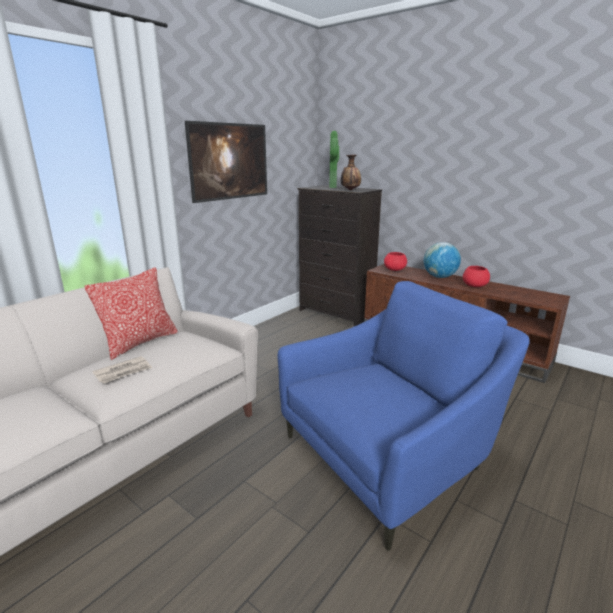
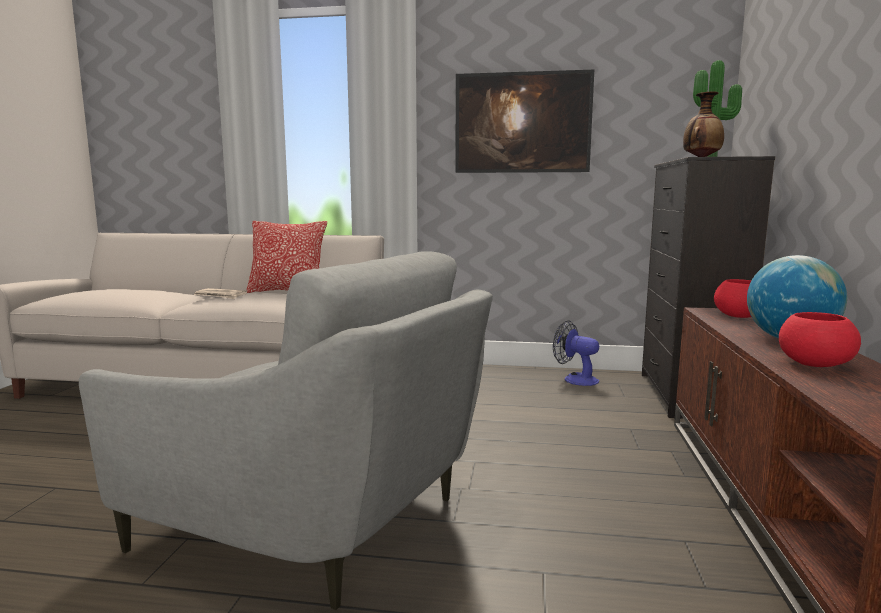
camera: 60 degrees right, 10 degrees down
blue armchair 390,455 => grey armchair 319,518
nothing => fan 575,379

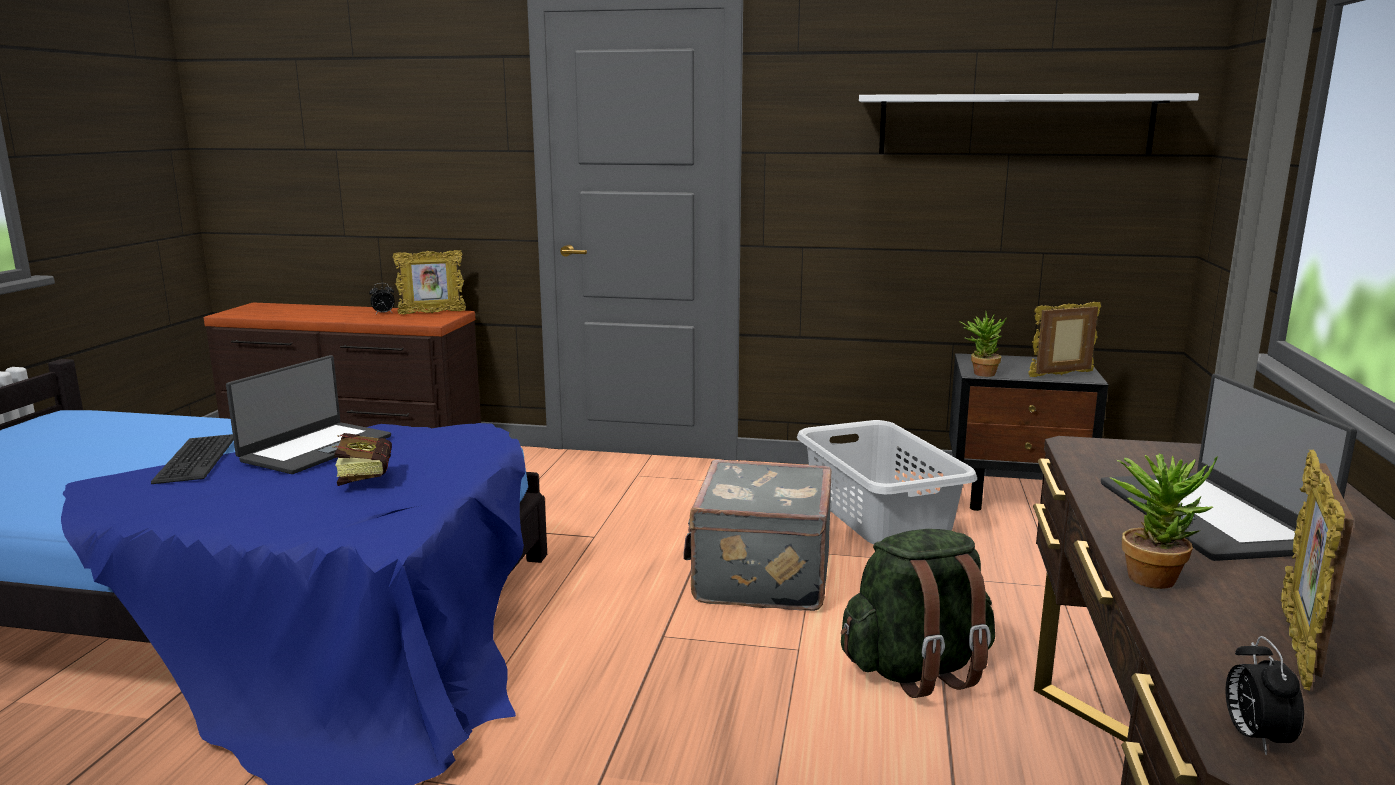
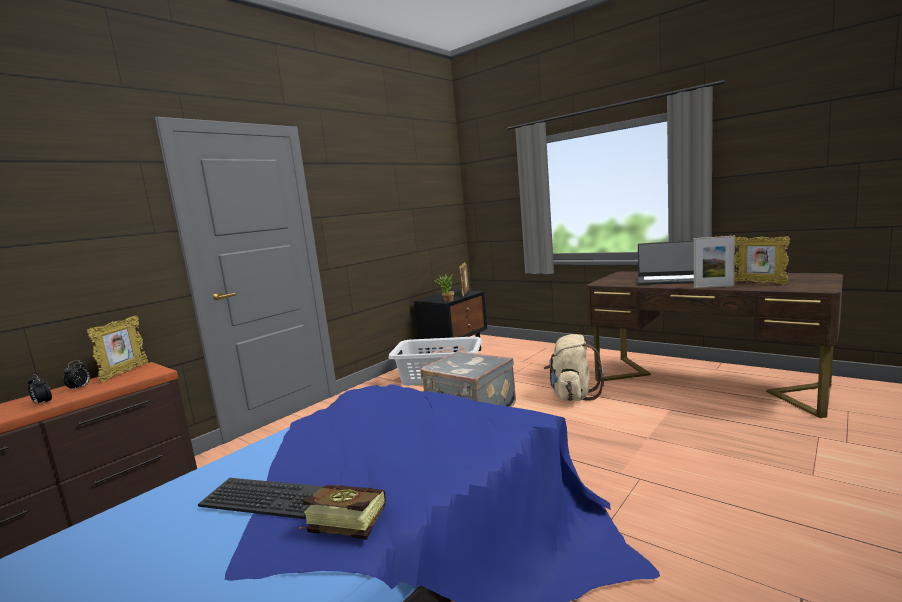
camera: 60 degrees left, 5 degrees down
white shelf 1014,125 => nothing
laptop 315,448 => nothing
book 366,476 => book 341,525, move
potted plant 1152,574 => picture frame 713,287
green backpack 917,670 => beige backpack 572,396
alarm clock 1254,737 => alarm clock 42,403, move

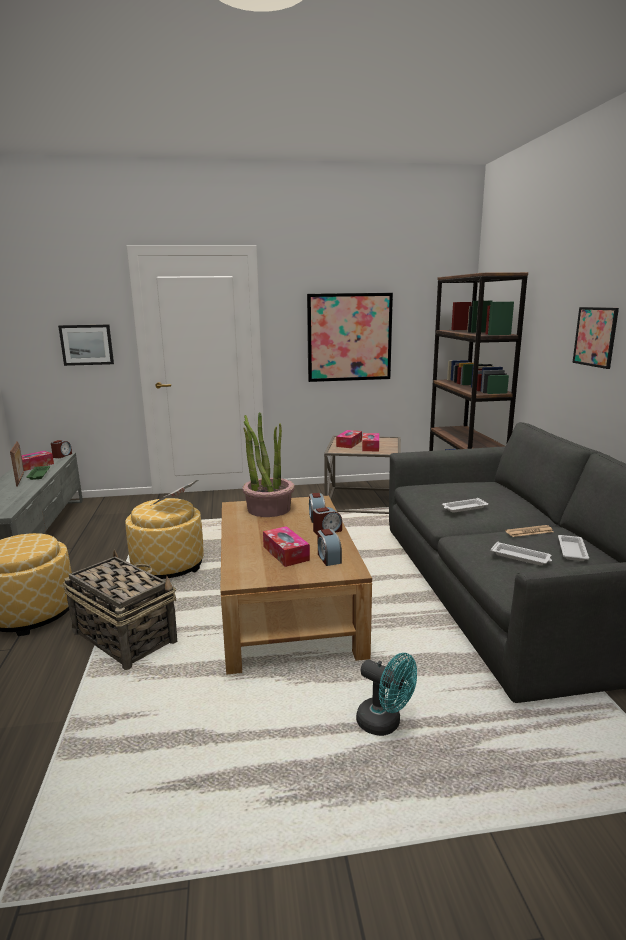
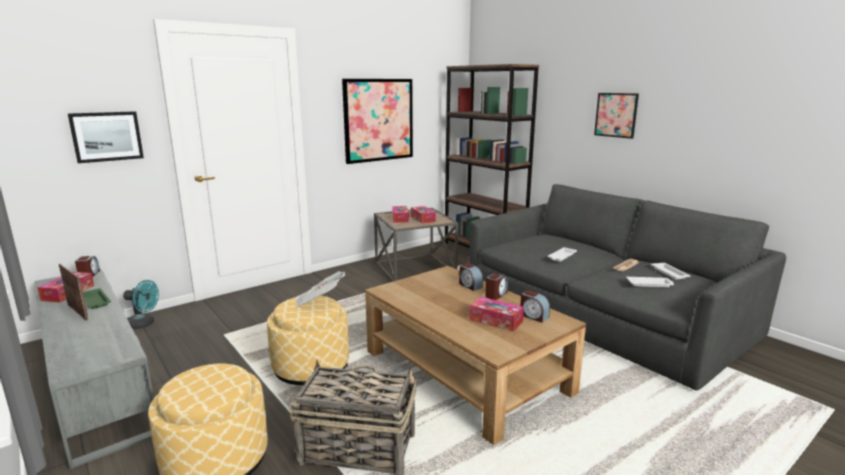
camera: 30 degrees left, 0 degrees up
potted plant 268,509 => nothing
turquoise fan 385,723 => turquoise fan 144,324, move

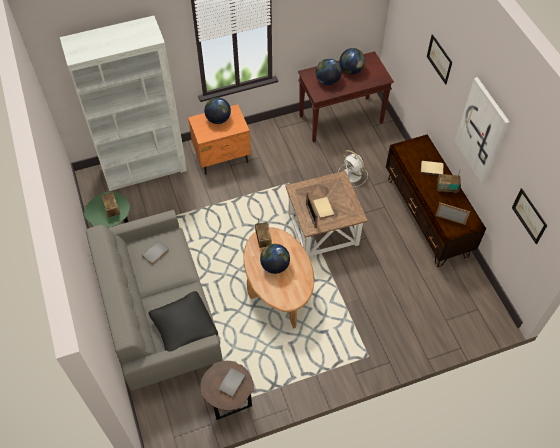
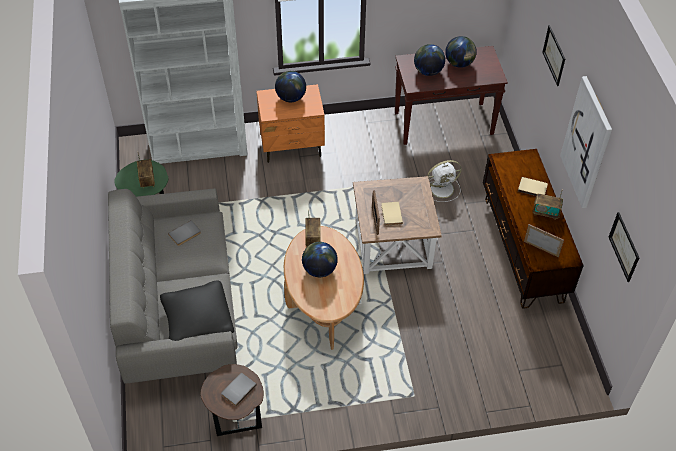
camera: 10 degrees right, 5 degrees down
white fan 352,175 => white fan 443,188, 75 degrees counterclockwise

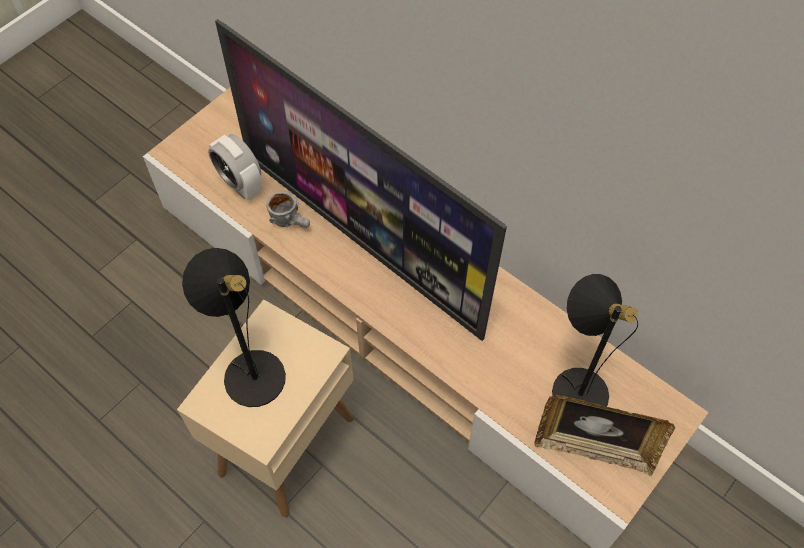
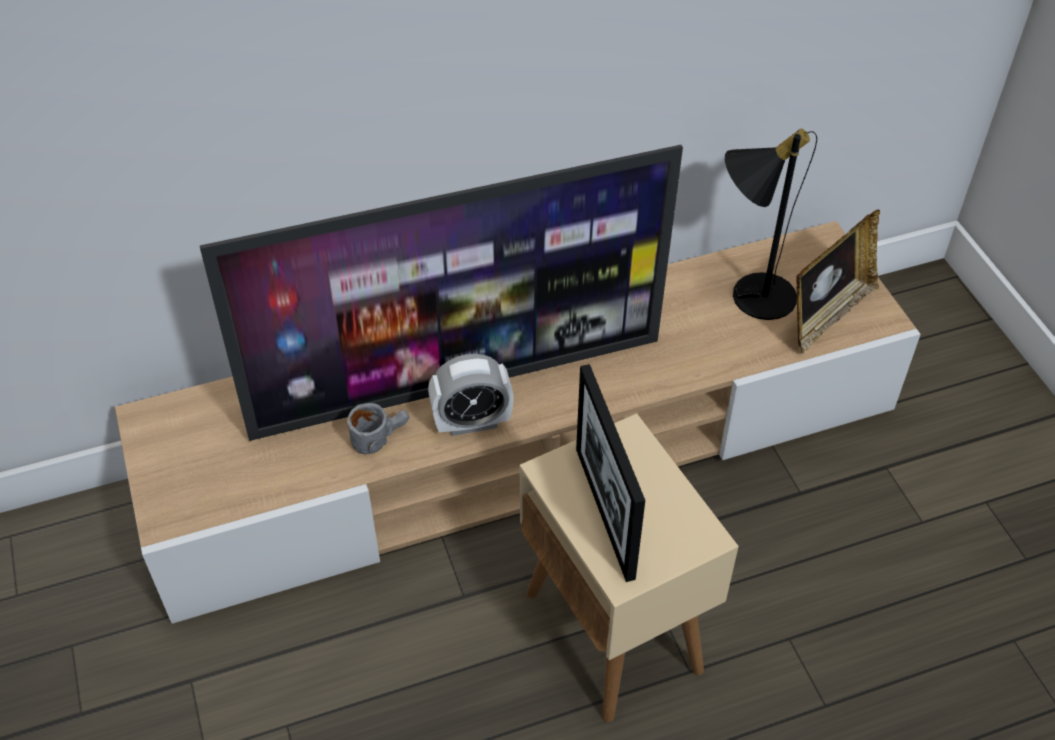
camera: 60 degrees left, 10 degrees down
alarm clock 240,184 => alarm clock 472,422, move
black table lamp 250,367 => picture frame 604,512

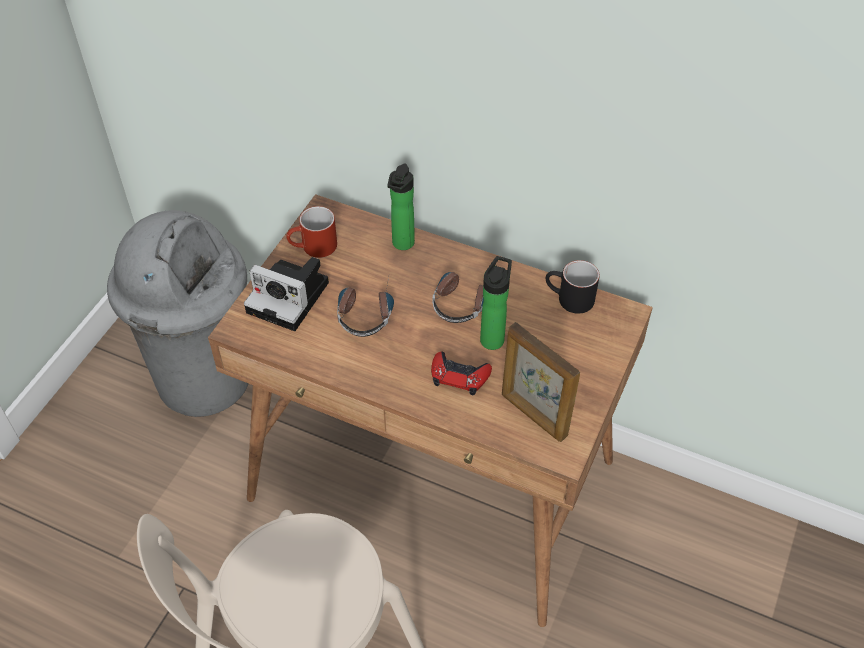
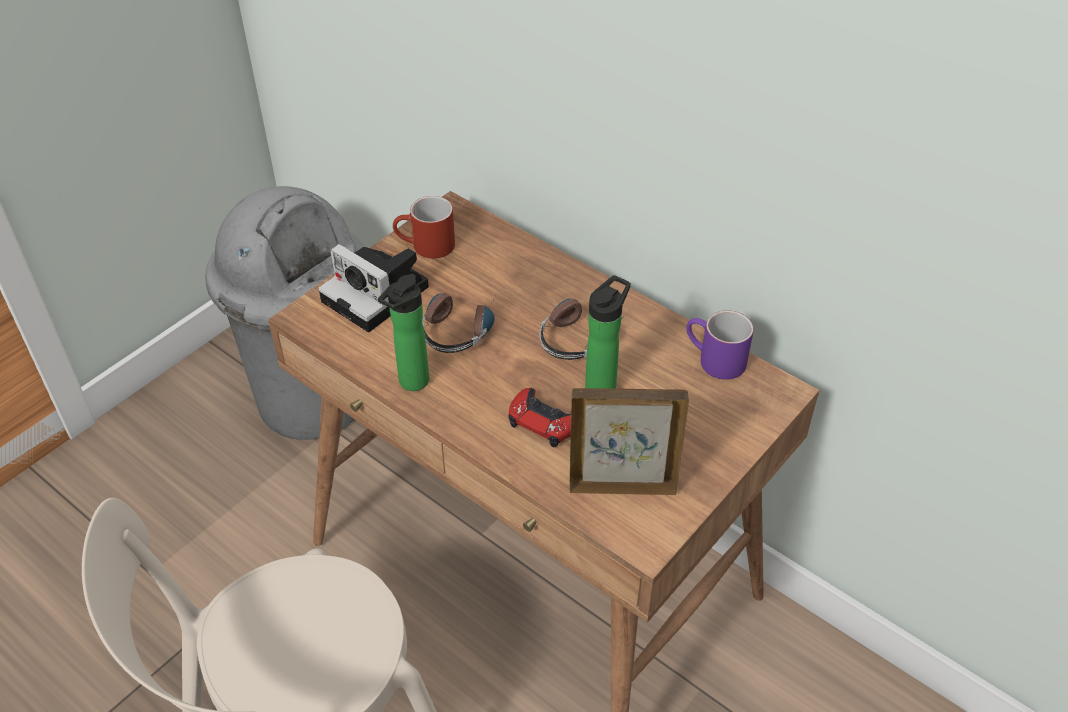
camera: 15 degrees right, 5 degrees down
bottle 402,245 => bottle 411,383, move
black mug 569,299 => purple mug 713,360
picture frame 533,415 => picture frame 621,487, 120 degrees clockwise

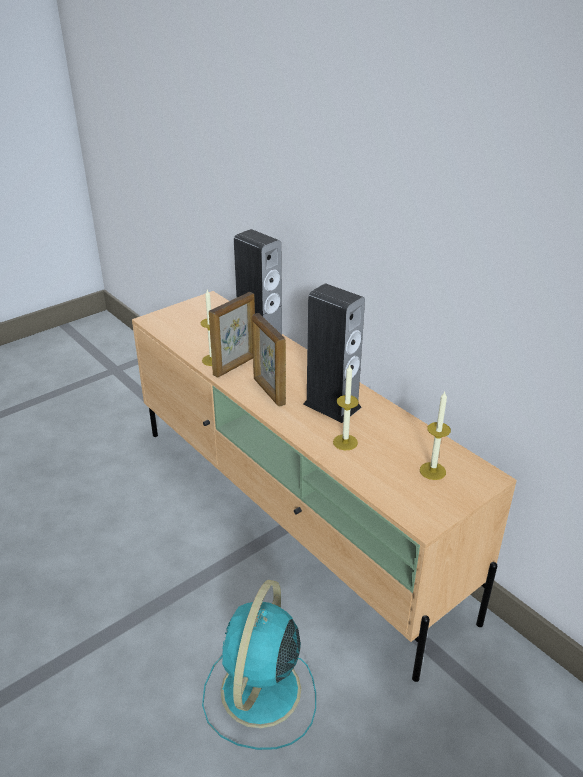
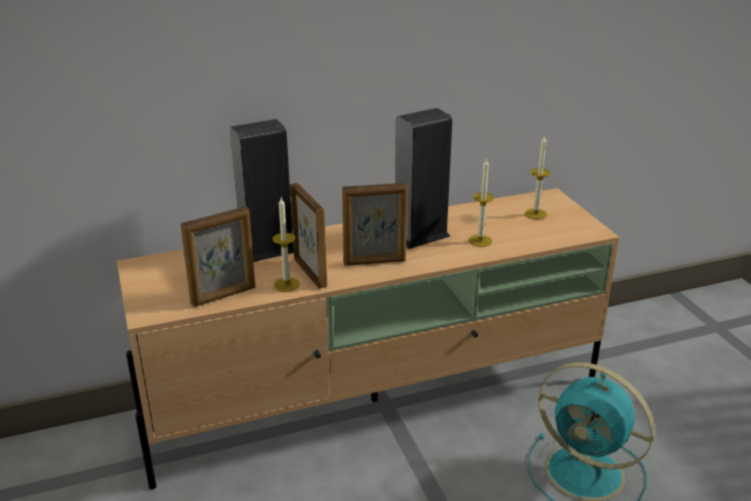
camera: 70 degrees left, 5 degrees down
nothing => picture frame 224,296

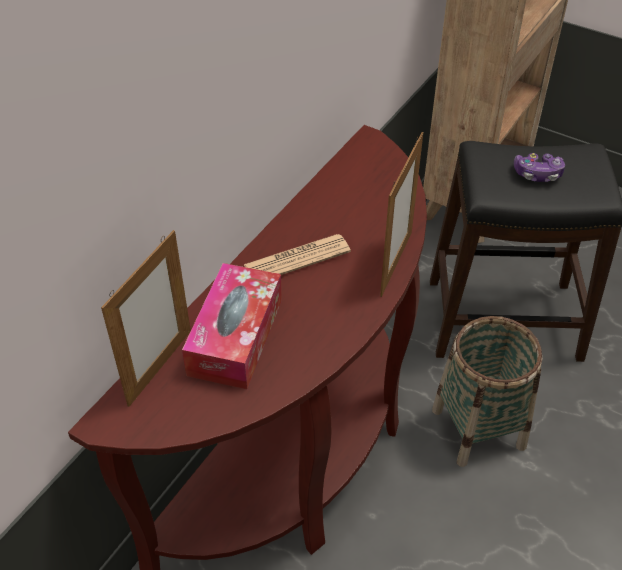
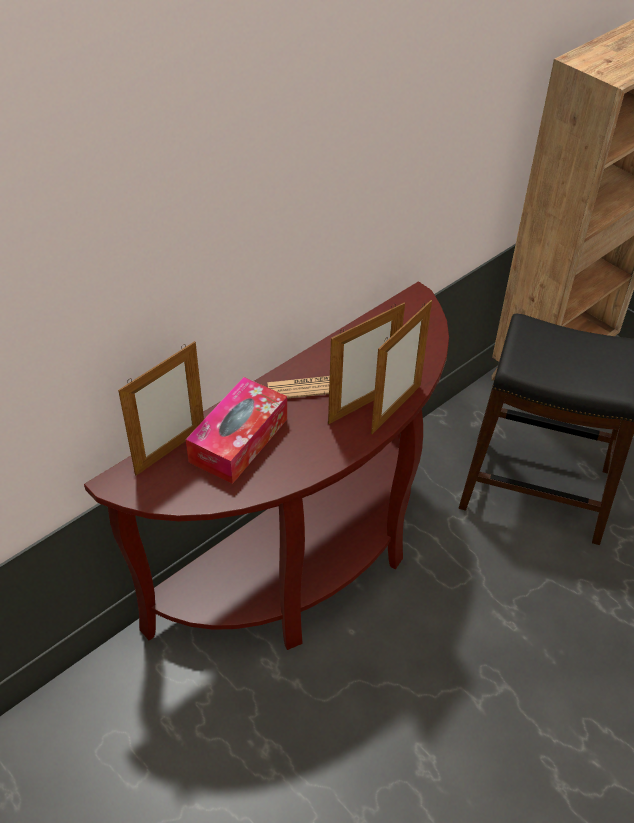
camera: 15 degrees right, 0 degrees up
game controller 537,174 => nothing
basket 478,428 => nothing
nothing => picture frame 362,405

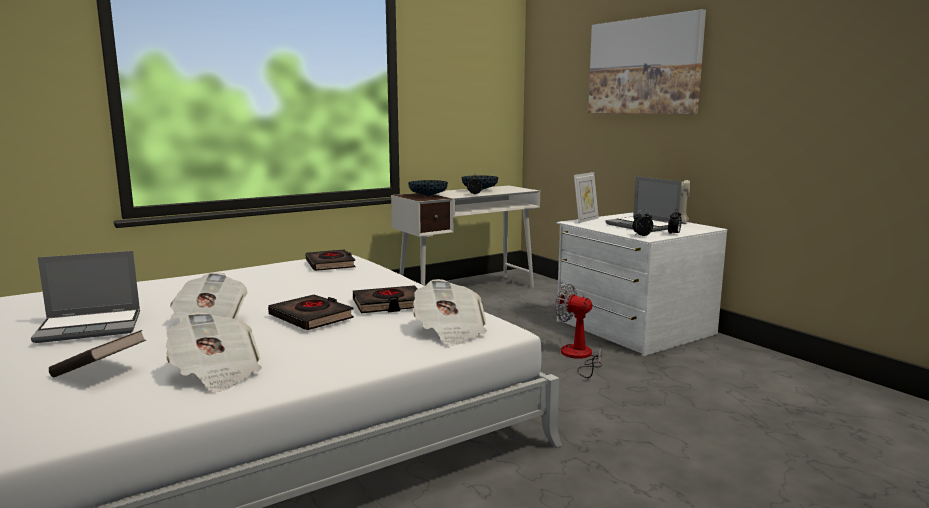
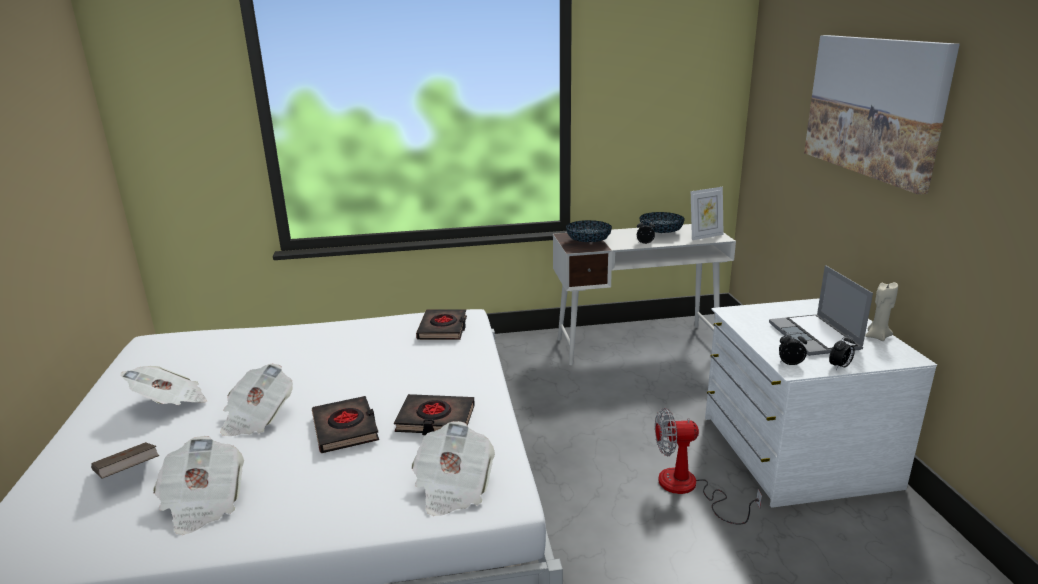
camera: 25 degrees right, 10 degrees up
picture frame 585,220 => picture frame 705,236, move
laptop 91,327 => newspaper 171,402
fan 579,357 => fan 689,489, 60 degrees counterclockwise

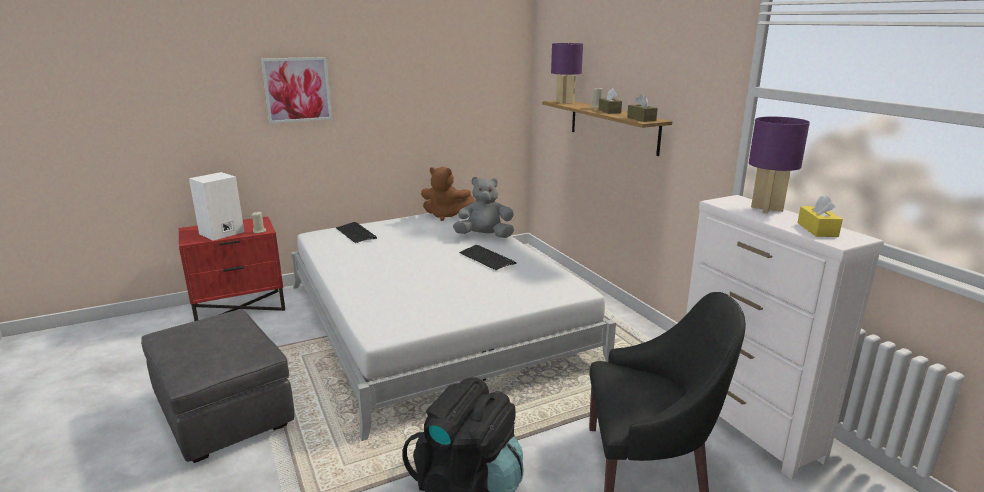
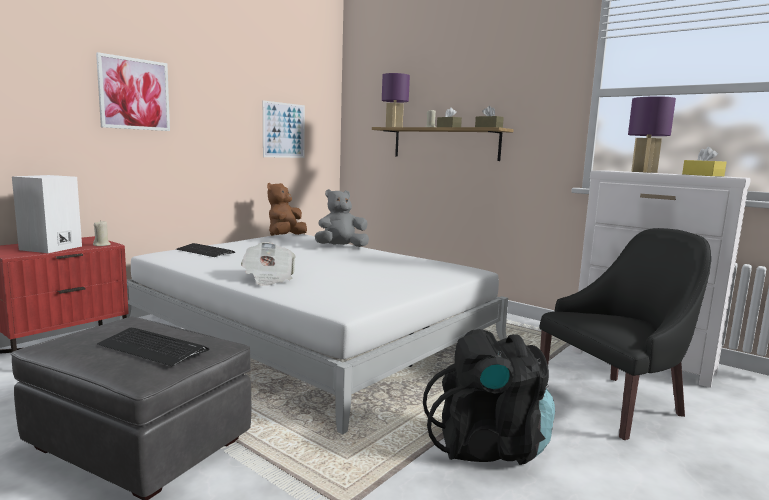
camera: 25 degrees left, 10 degrees down
brown plush toy 446,216 => brown plush toy 285,236, 120 degrees clockwise
keyboard 487,258 => keyboard 153,348, move
nothing => picture 284,130
nothing => newspaper 268,278

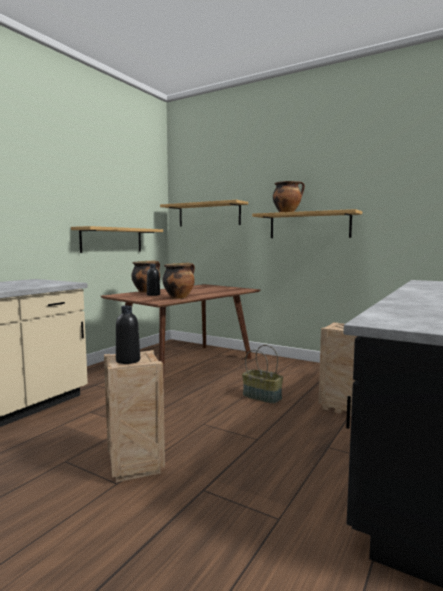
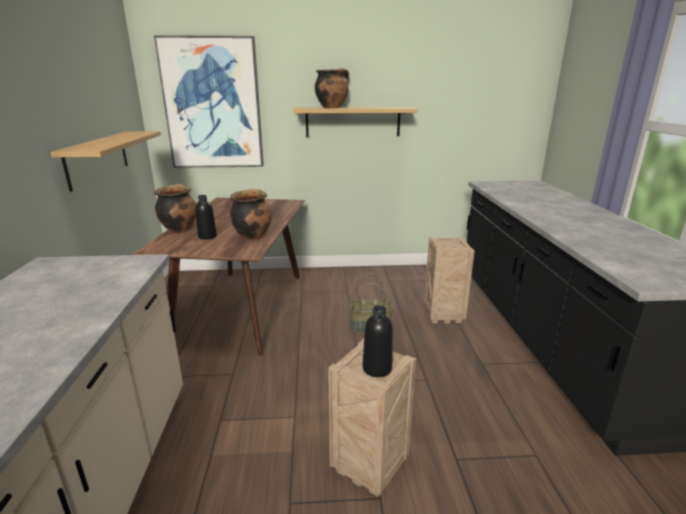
camera: 35 degrees left, 15 degrees up
shelf 209,215 => picture 213,104

